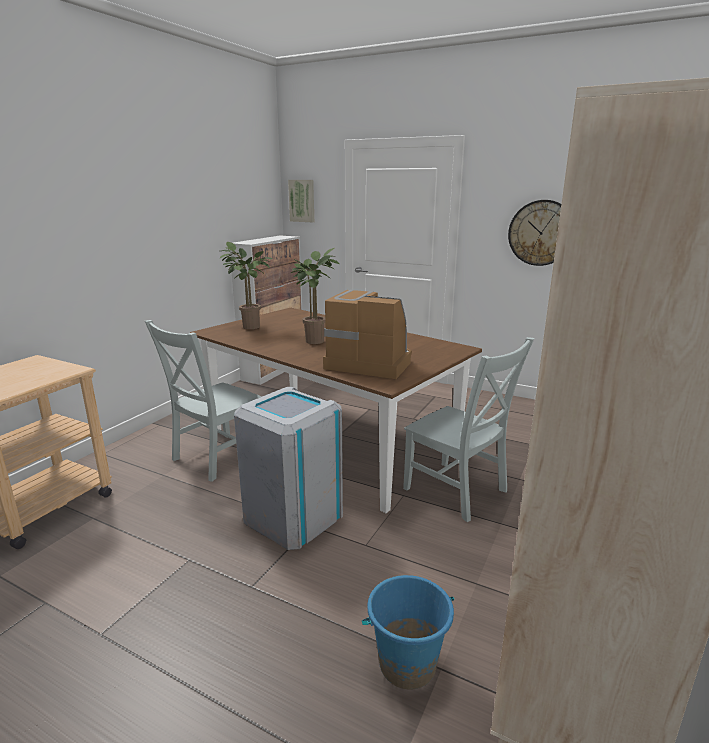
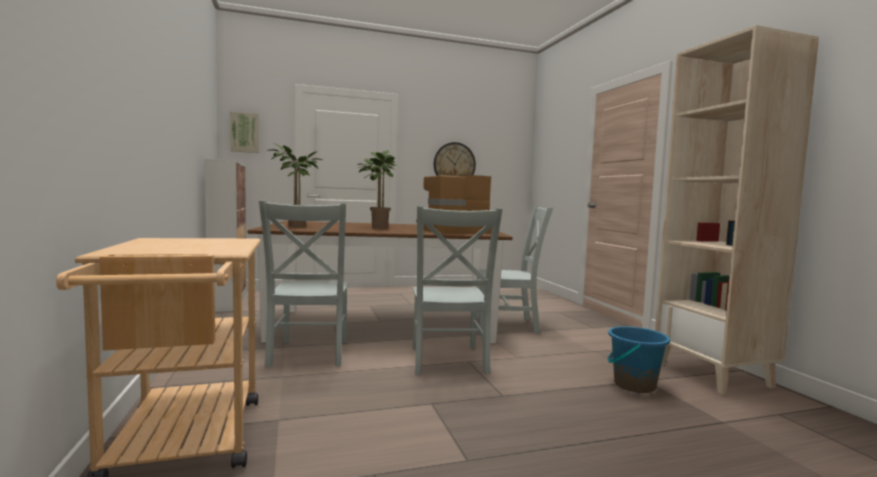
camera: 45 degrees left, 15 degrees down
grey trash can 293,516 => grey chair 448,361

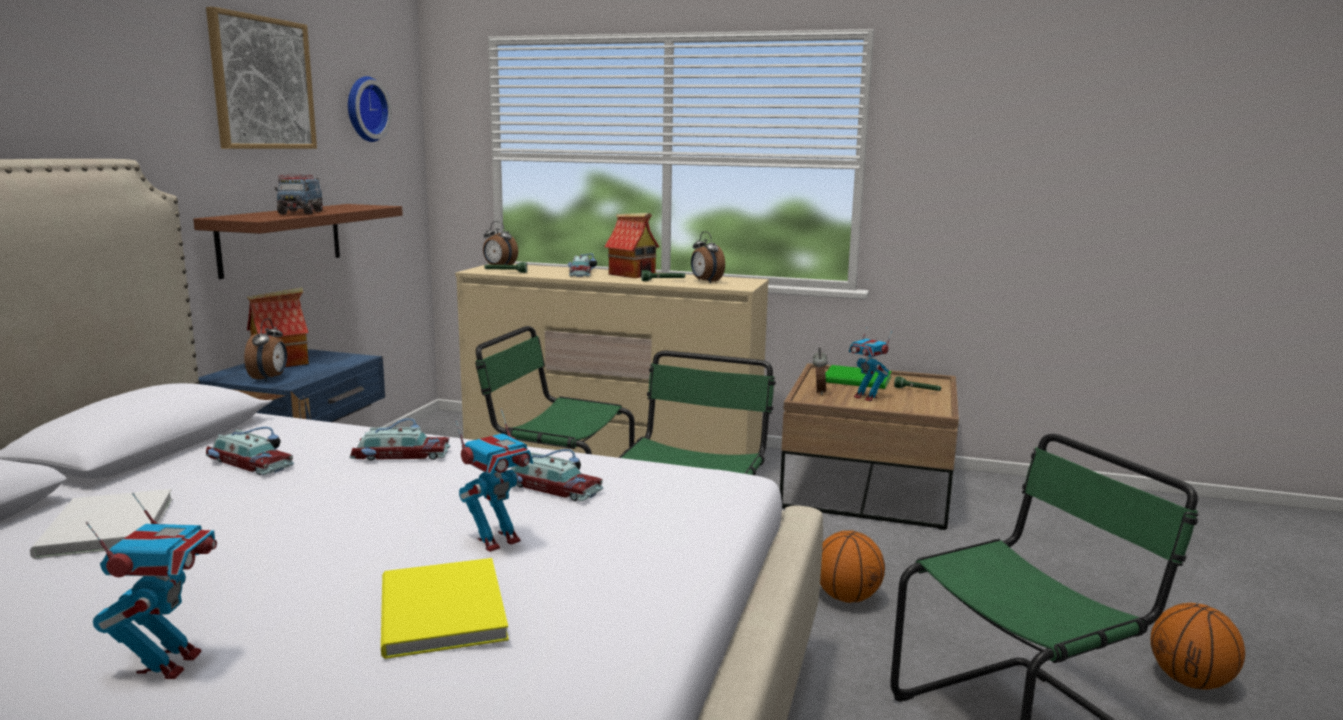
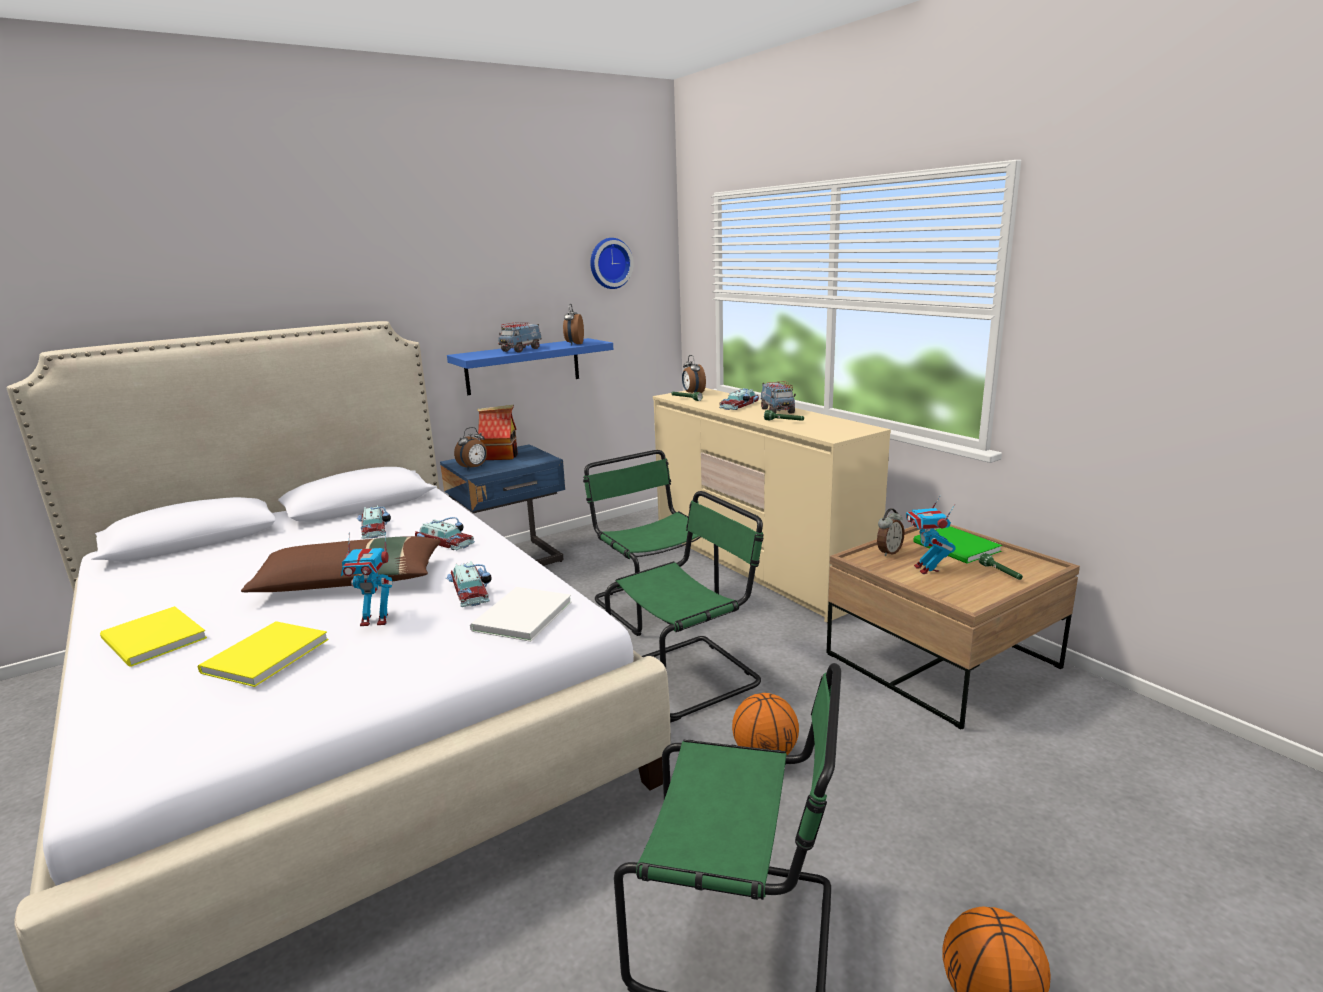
camera: 40 degrees right, 5 degrees up
picture 262,83 => nothing
brown shelf 281,238 => blue shelf 523,366
toy house 633,274 => toy truck 777,411
alarm clock 705,282 => alarm clock 574,344, move
white book 102,529 => white book 519,617, move
toy robot 169,664 => yellow book 152,640
nothing => brown pillow 350,581

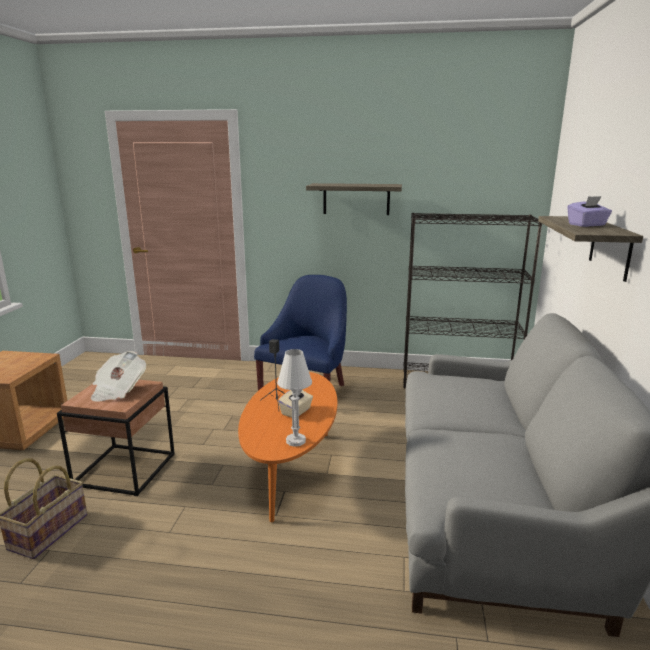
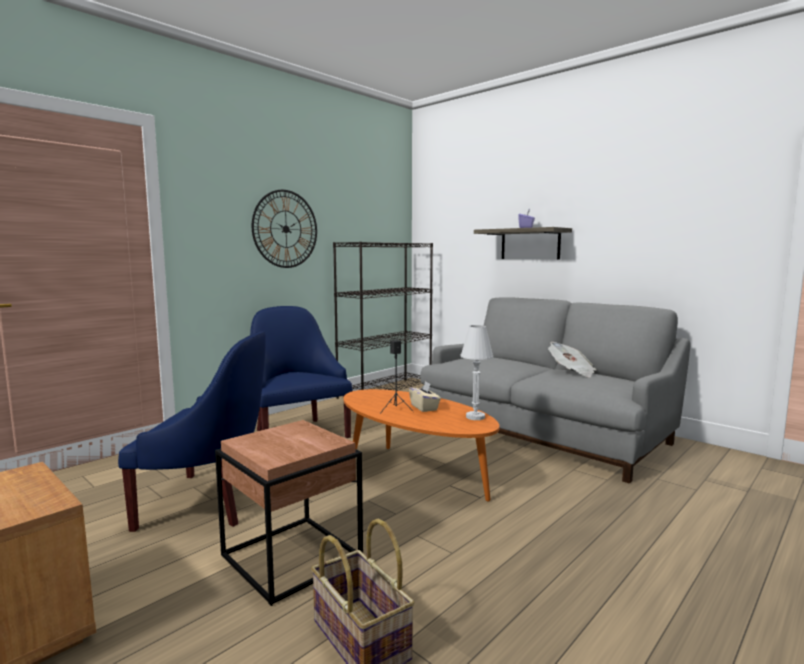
camera: 55 degrees left, 10 degrees down
shelf 356,199 => wall clock 285,229
newspaper 118,390 => newspaper 571,372, move
nothing => blue armchair 209,502

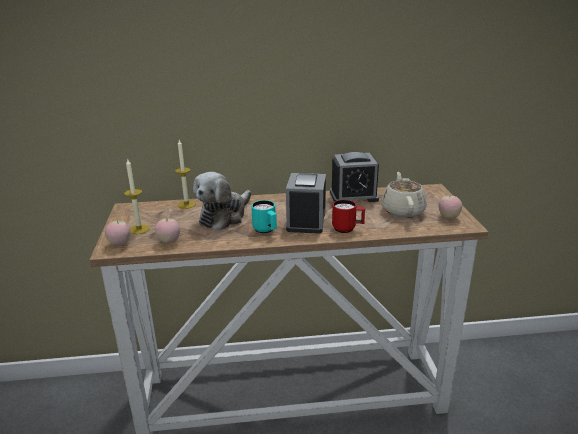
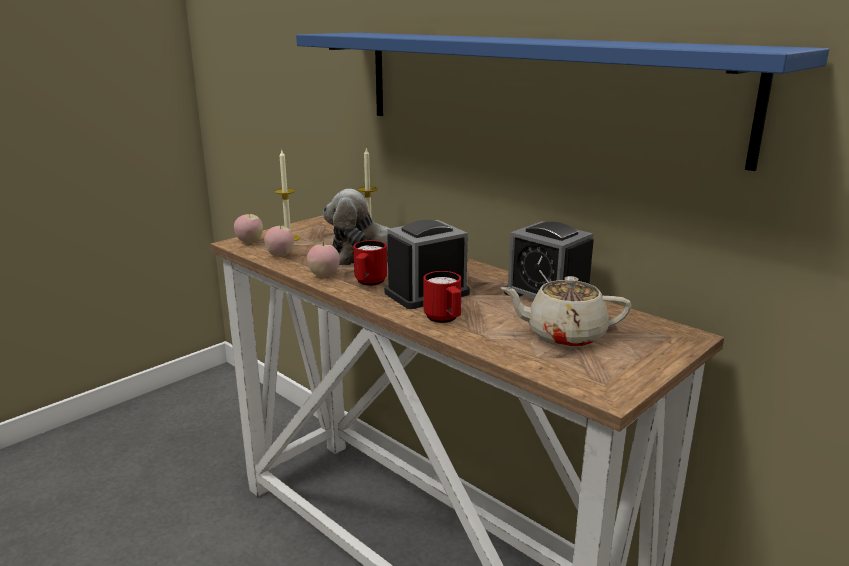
camera: 50 degrees right, 5 degrees down
beige teapot 402,211 => beige teapot 563,335, 135 degrees counterclockwise
apple 448,217 => apple 324,276, move
turquoise mug 266,231 => red mug 369,283
nothing => blue shelf 530,89

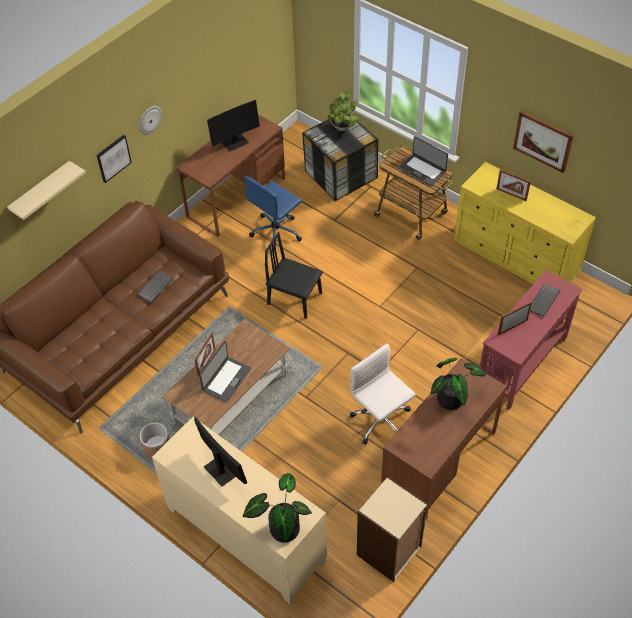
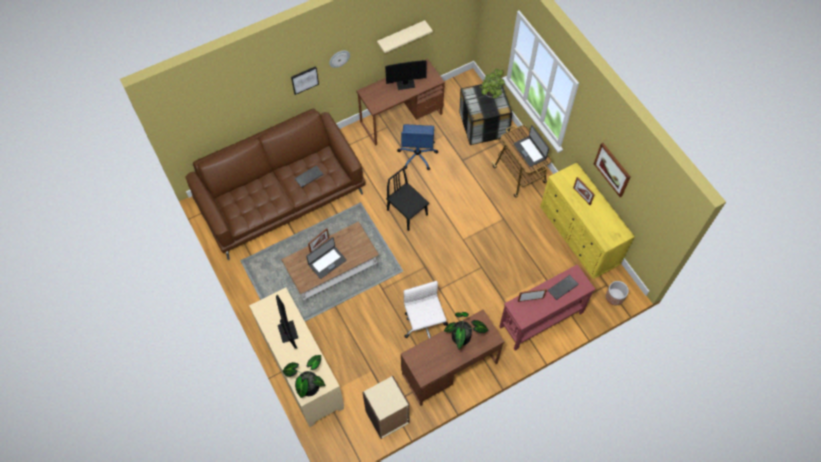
camera: 20 degrees right, 10 degrees up
beige shelf 41,192 => beige shelf 401,36, move
blue office chair 276,232 => blue office chair 417,155, 60 degrees counterclockwise
planter 157,447 => planter 614,296, move

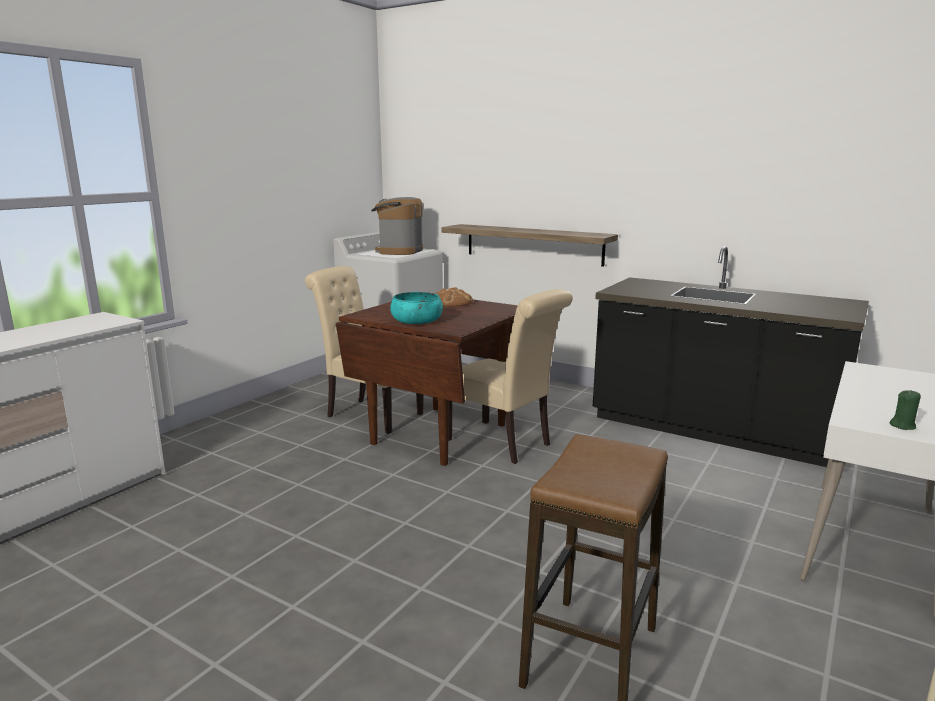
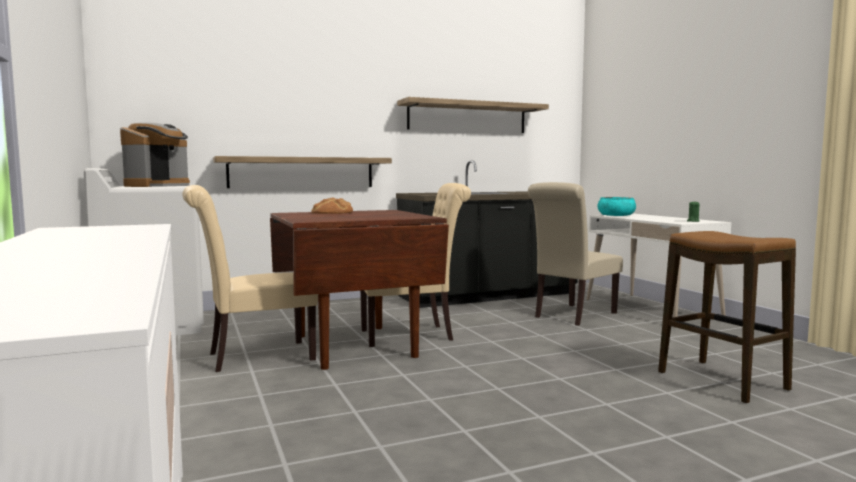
camera: 55 degrees left, 10 degrees down
coffee machine 399,251 => coffee machine 158,186, 120 degrees counterclockwise
turquoise bowl 416,321 => turquoise bowl 616,215, move
nothing => shelf 467,117
nothing => beige chair 572,315

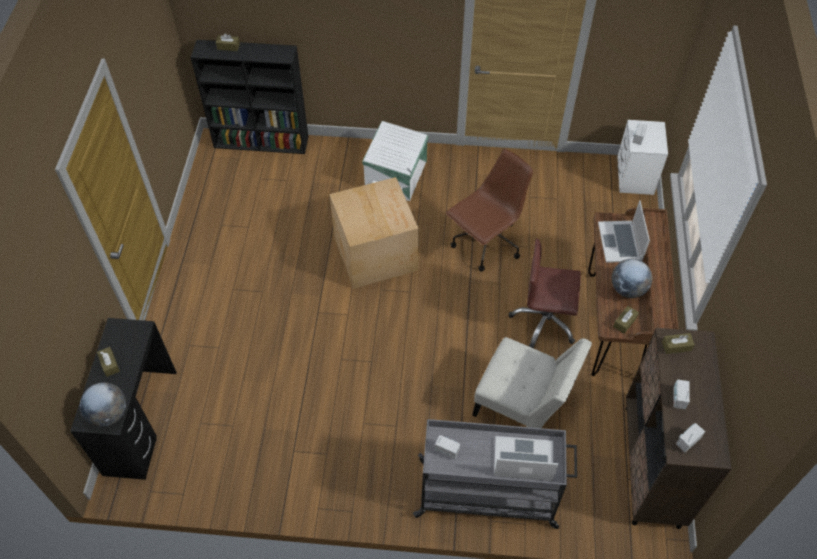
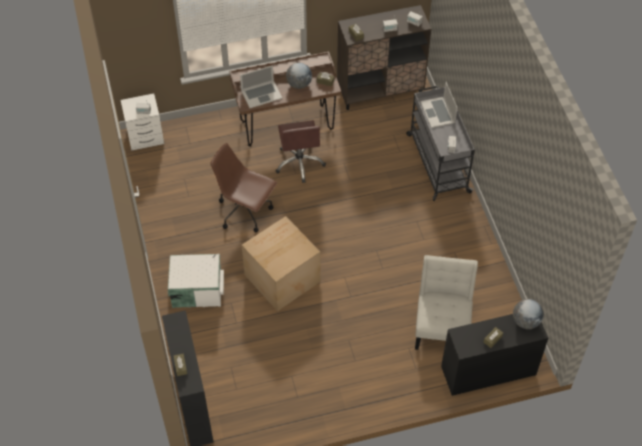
camera: 110 degrees left, 0 degrees up
white chair 523,406 => white chair 442,325, move

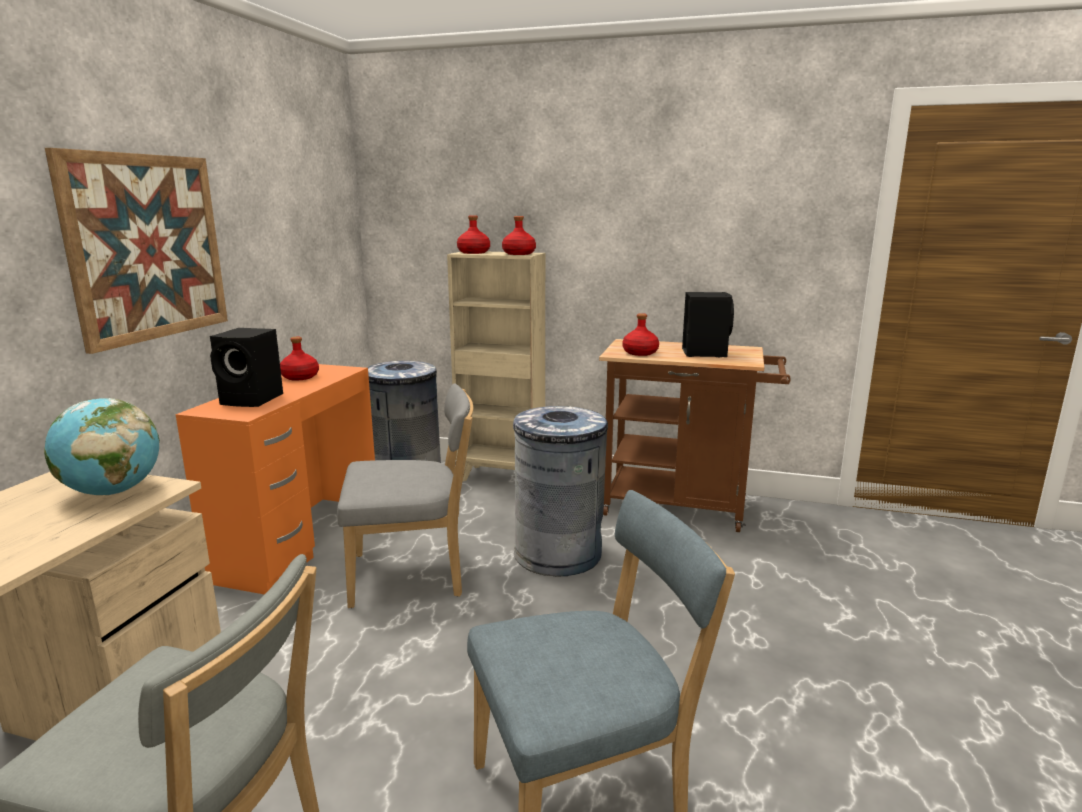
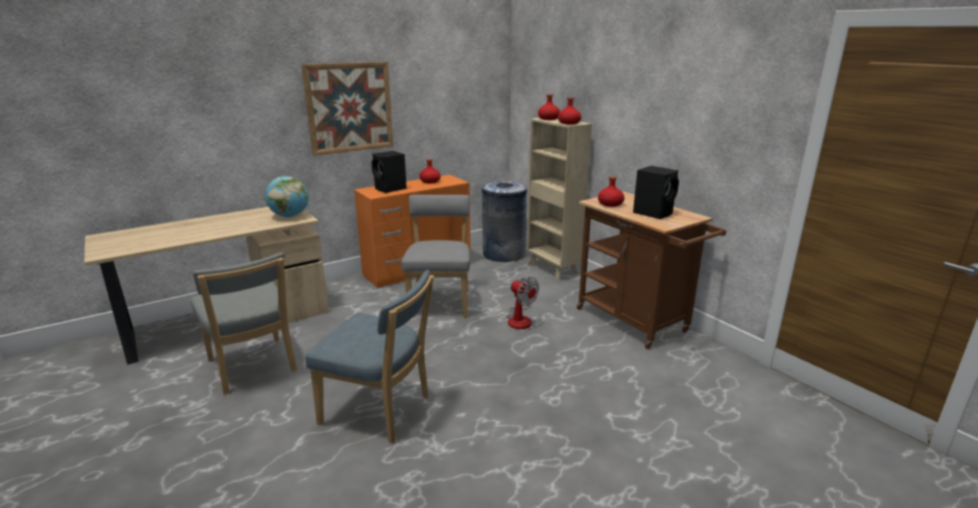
camera: 40 degrees right, 5 degrees up
grey chair 413,575 => grey chair 440,302, 120 degrees counterclockwise
grey trash can 558,554 => fan 520,318

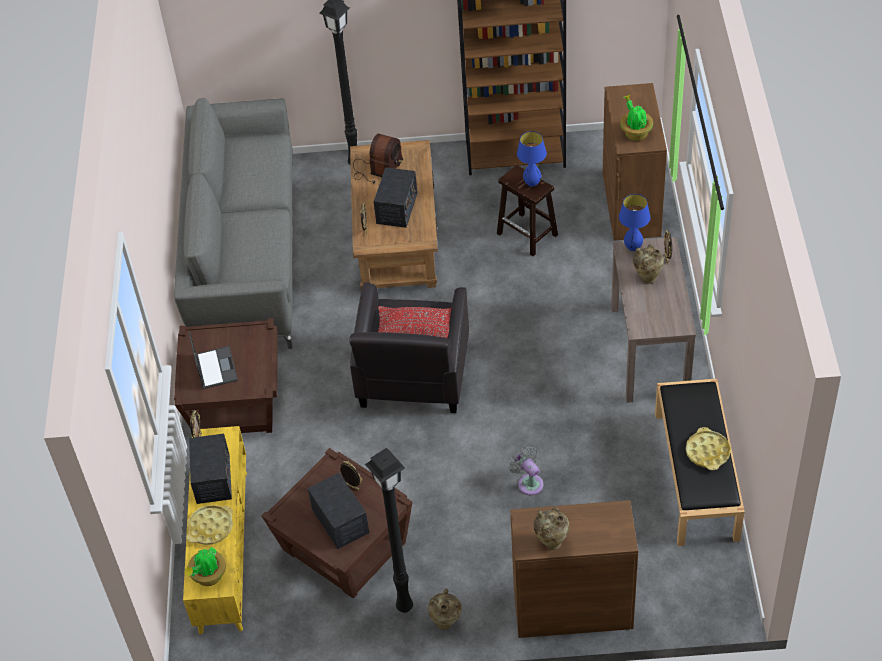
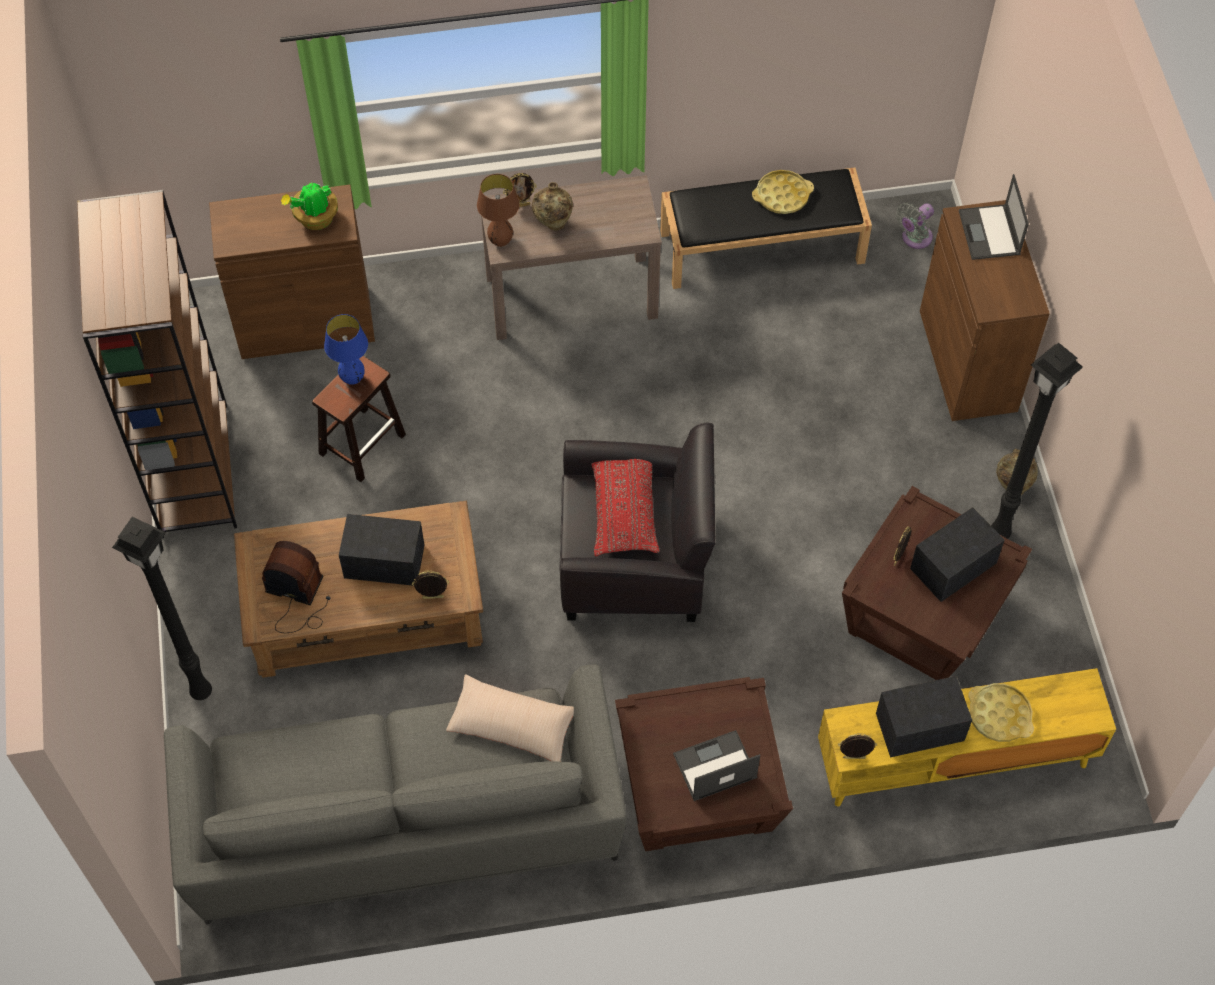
camera: 100 degrees left, 10 degrees up
blue table lamp 633,247 => brown table lamp 500,242
grey fan 528,482 => grey fan 914,238, move
beige vase 551,541 => nothing
potted plant 208,577 => nothing
nothing => laptop 989,233
nothing => beige pillow 512,725

